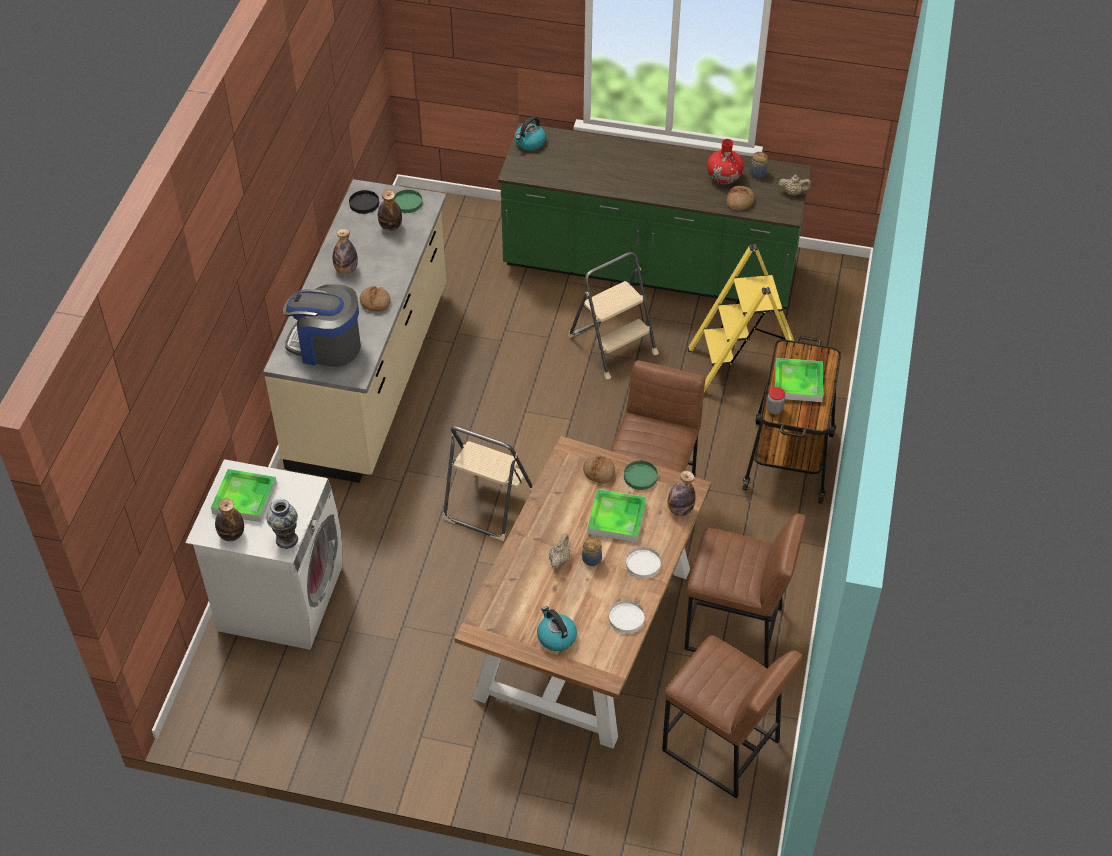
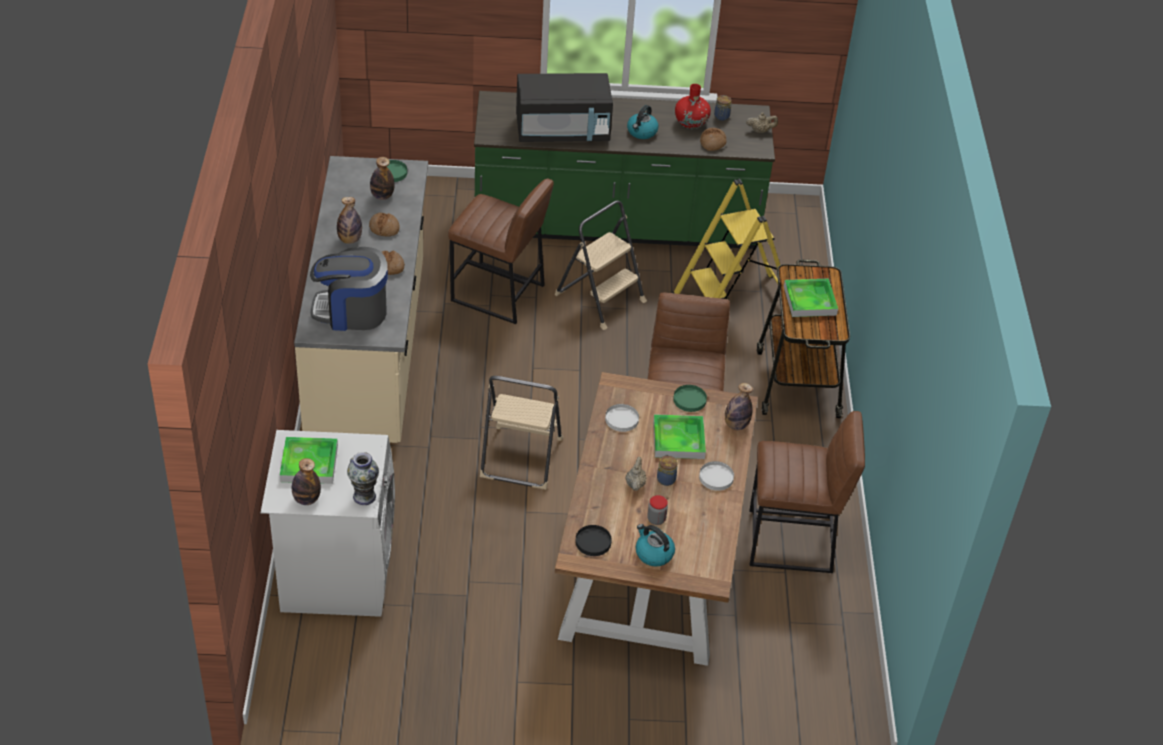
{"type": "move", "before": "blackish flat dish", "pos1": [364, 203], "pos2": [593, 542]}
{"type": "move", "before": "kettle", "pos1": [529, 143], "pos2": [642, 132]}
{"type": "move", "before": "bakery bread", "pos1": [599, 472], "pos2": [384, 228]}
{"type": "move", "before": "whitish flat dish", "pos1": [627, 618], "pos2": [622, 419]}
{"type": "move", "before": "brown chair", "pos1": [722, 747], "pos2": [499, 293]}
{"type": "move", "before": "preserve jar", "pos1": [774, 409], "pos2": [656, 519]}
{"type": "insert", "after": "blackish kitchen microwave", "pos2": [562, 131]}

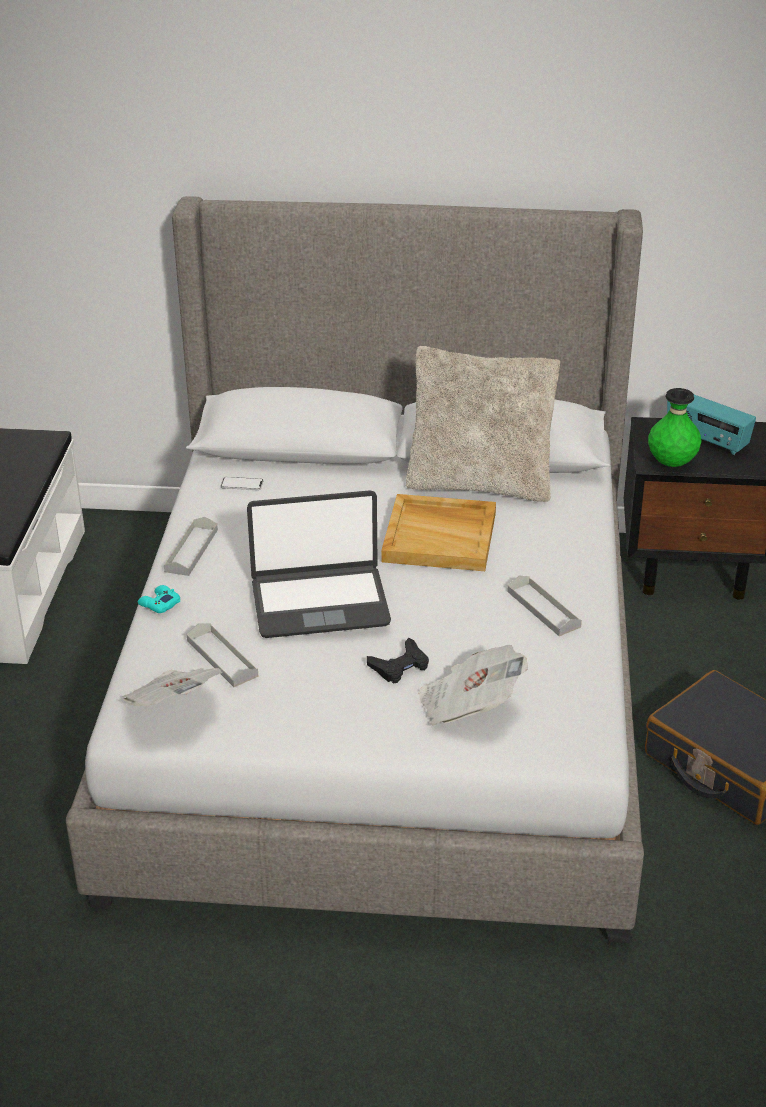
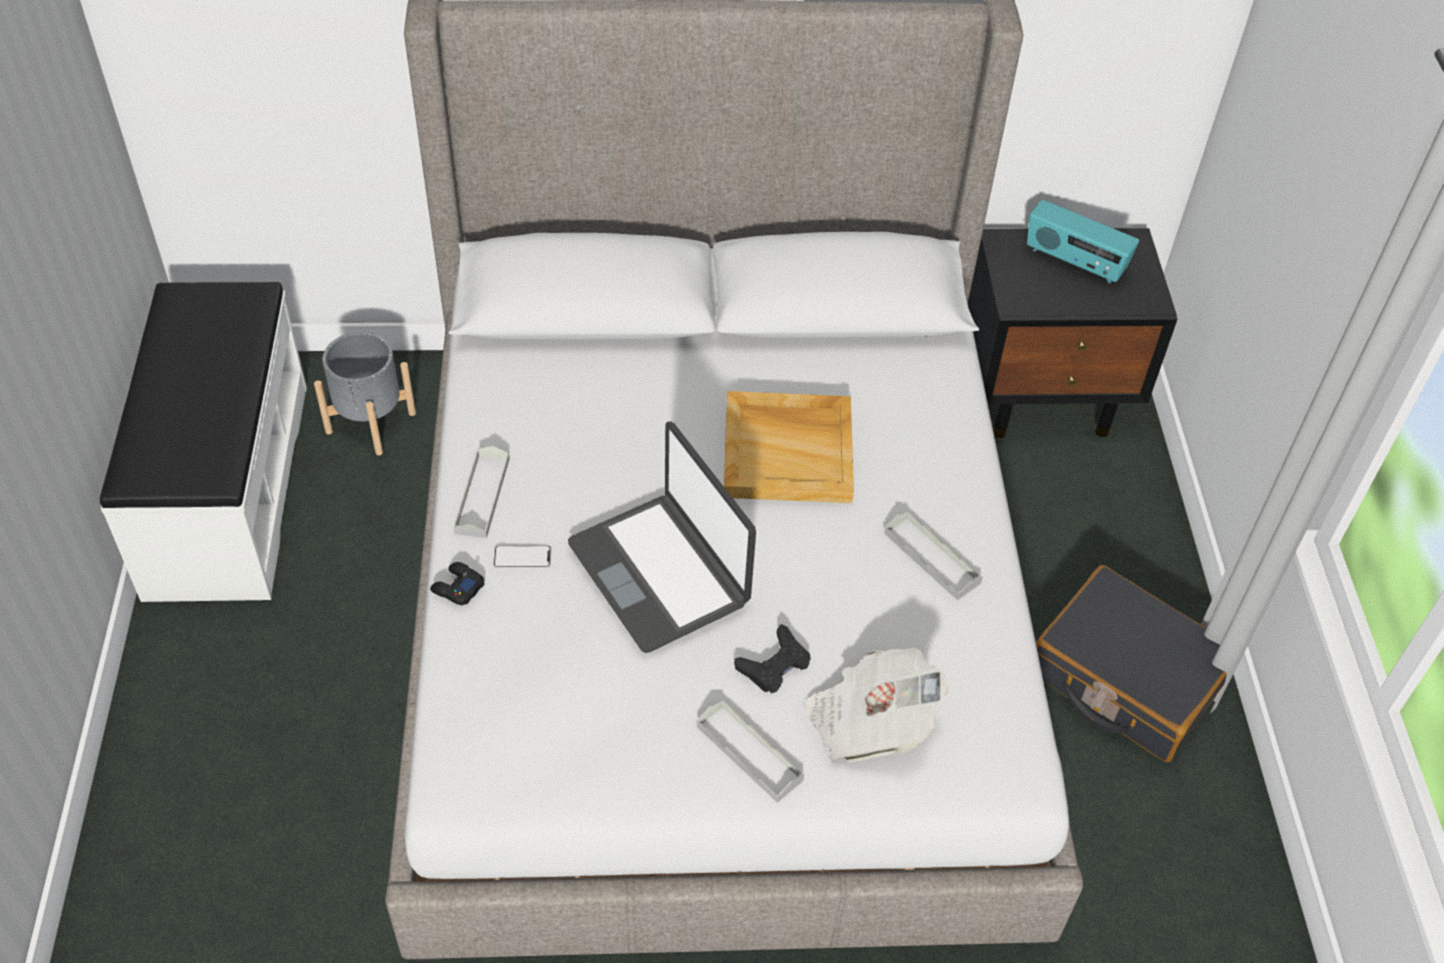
{"type": "delete", "before": "printed paper", "pos1": [173, 706]}
{"type": "recolor", "before": "turquoise-coloured joypad", "after": "blackish joypad", "pos1": [159, 604], "pos2": [457, 588]}
{"type": "move", "before": "greyish tray", "pos1": [222, 658], "pos2": [749, 753]}
{"type": "move", "before": "telephone", "pos1": [242, 484], "pos2": [522, 558]}
{"type": "rotate", "before": "laptop", "pos1": [320, 603], "pos2": [660, 573], "turn": 75}
{"type": "delete", "before": "sand-coloured throw pillow", "pos1": [481, 479]}
{"type": "delete", "before": "green-coloured decorative vase", "pos1": [671, 463]}
{"type": "insert", "after": "greyish flower pot", "pos2": [370, 422]}

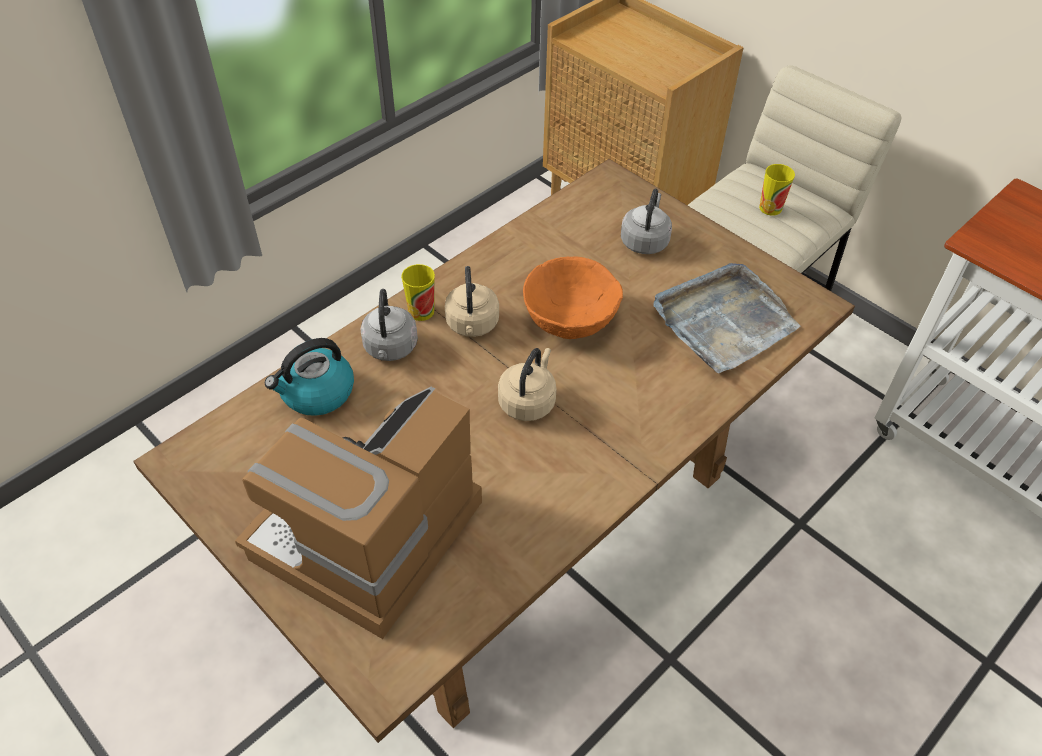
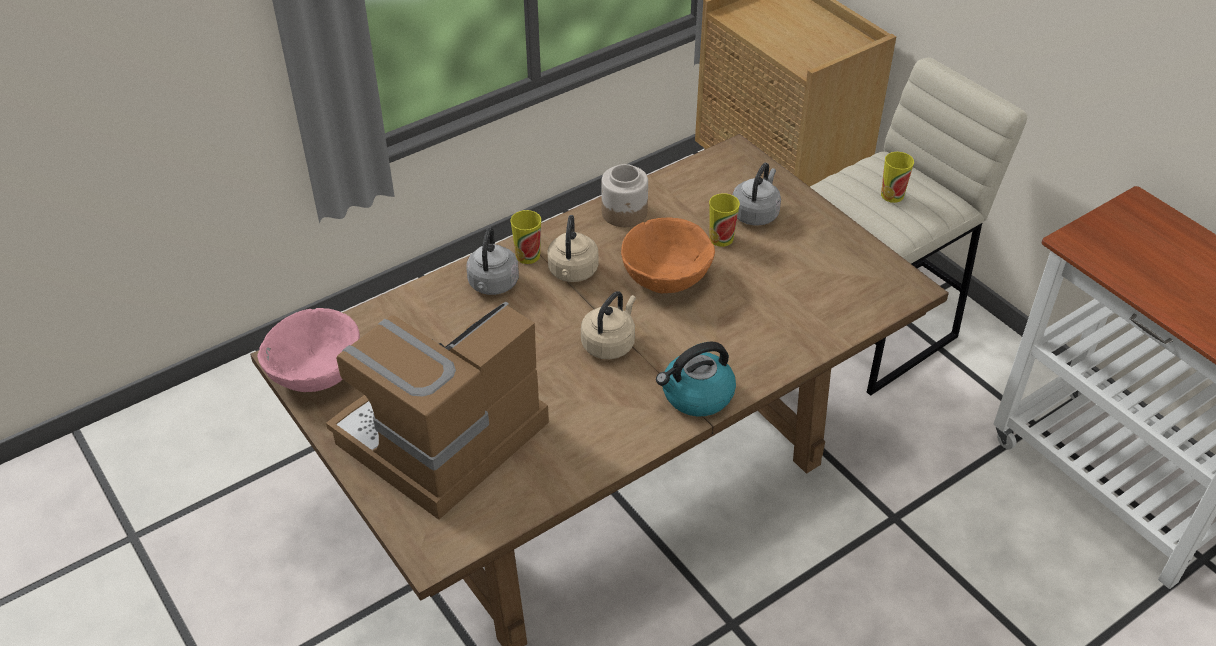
{"type": "move", "before": "kettle", "pos1": [316, 393], "pos2": [696, 395]}
{"type": "delete", "before": "greyish tray", "pos1": [723, 321]}
{"type": "insert", "after": "pink-coloured serving bowl", "pos2": [314, 371]}
{"type": "insert", "after": "preserve jar", "pos2": [625, 213]}
{"type": "insert", "after": "small cup", "pos2": [721, 238]}

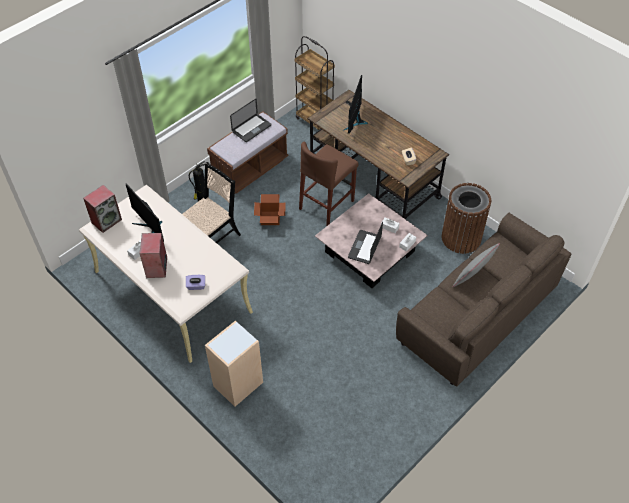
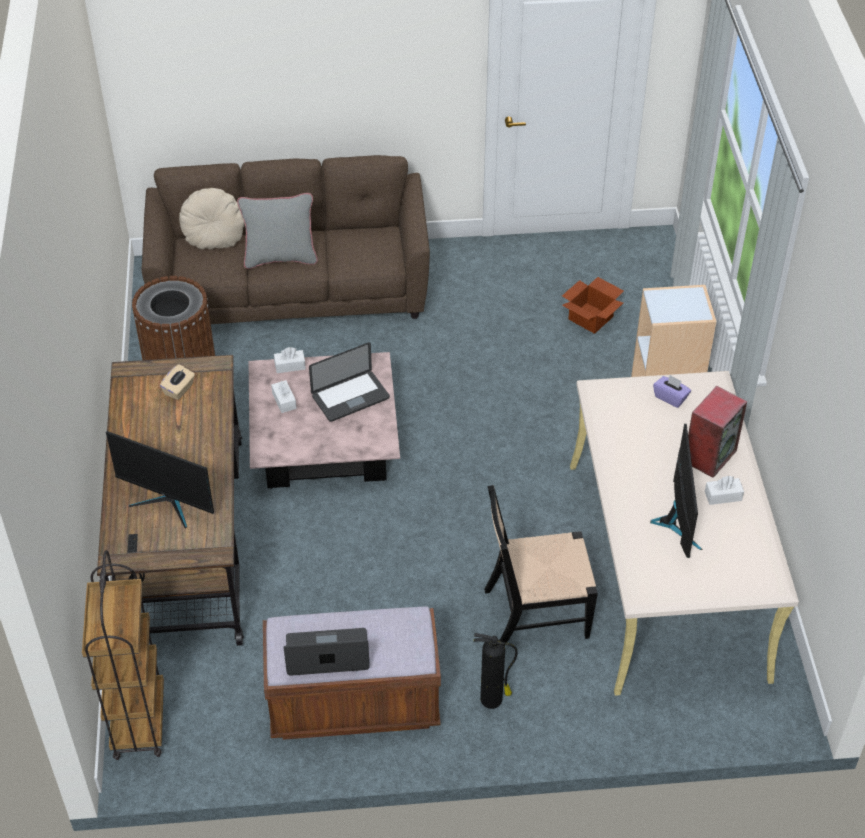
{"type": "delete", "before": "speaker", "pos1": [107, 221]}
{"type": "move", "before": "cardboard box", "pos1": [270, 218], "pos2": [592, 317]}
{"type": "delete", "before": "brown stool seat", "pos1": [326, 205]}
{"type": "rotate", "before": "computer display", "pos1": [355, 121], "pos2": [168, 503], "turn": 60}
{"type": "insert", "after": "sand-coloured throw pillow", "pos2": [215, 241]}

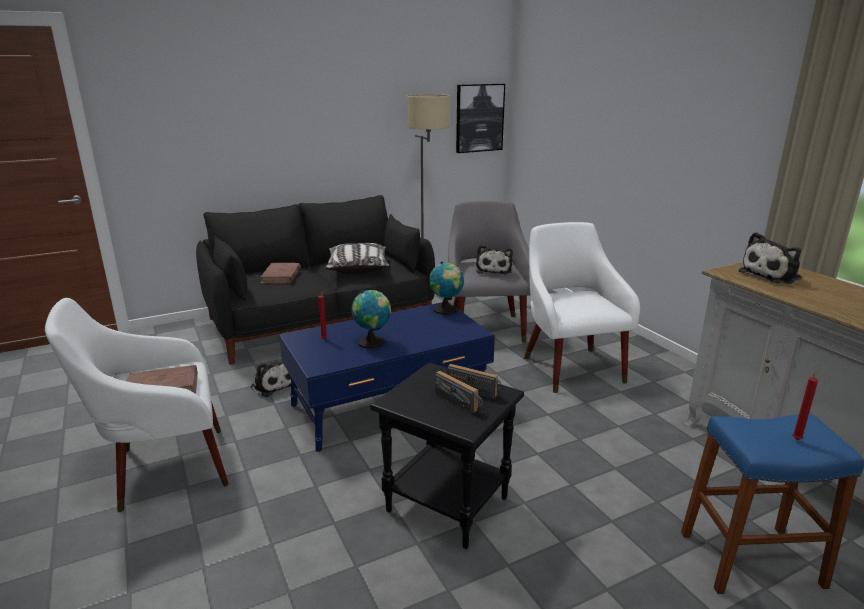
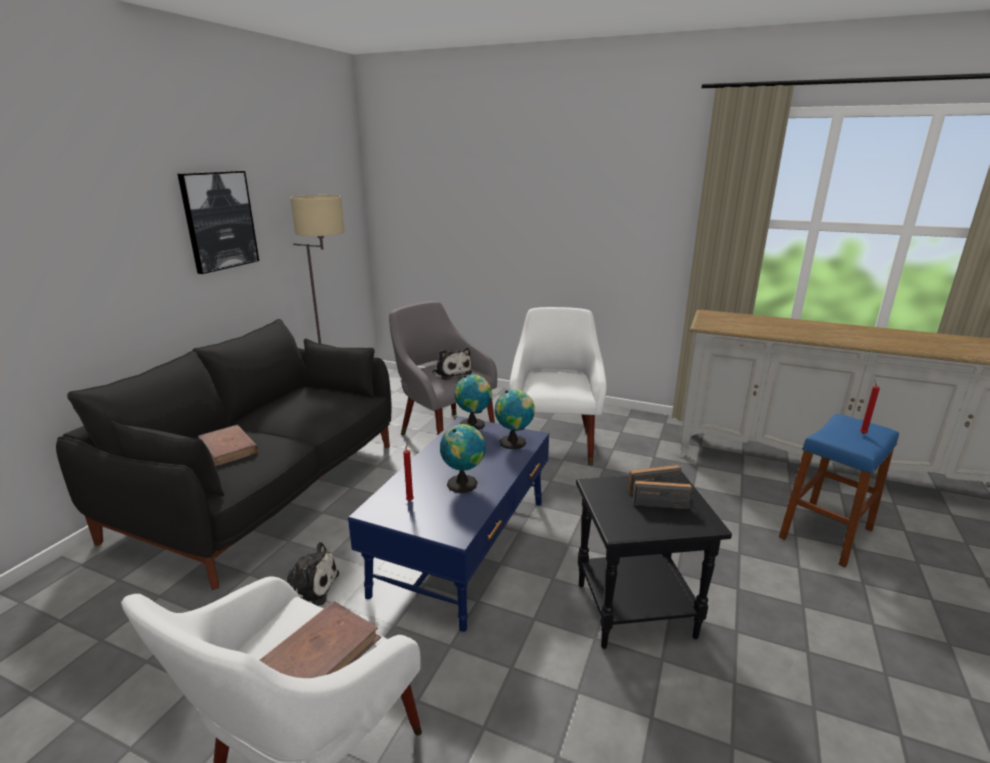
{"type": "delete", "before": "throw pillow", "pos1": [357, 268]}
{"type": "move", "before": "picture", "pos1": [479, 118], "pos2": [219, 220]}
{"type": "rotate", "before": "whitish lounge chair", "pos1": [570, 366], "pos2": [554, 442], "turn": 60}
{"type": "delete", "before": "plush toy", "pos1": [772, 275]}
{"type": "insert", "after": "world globe", "pos2": [514, 442]}

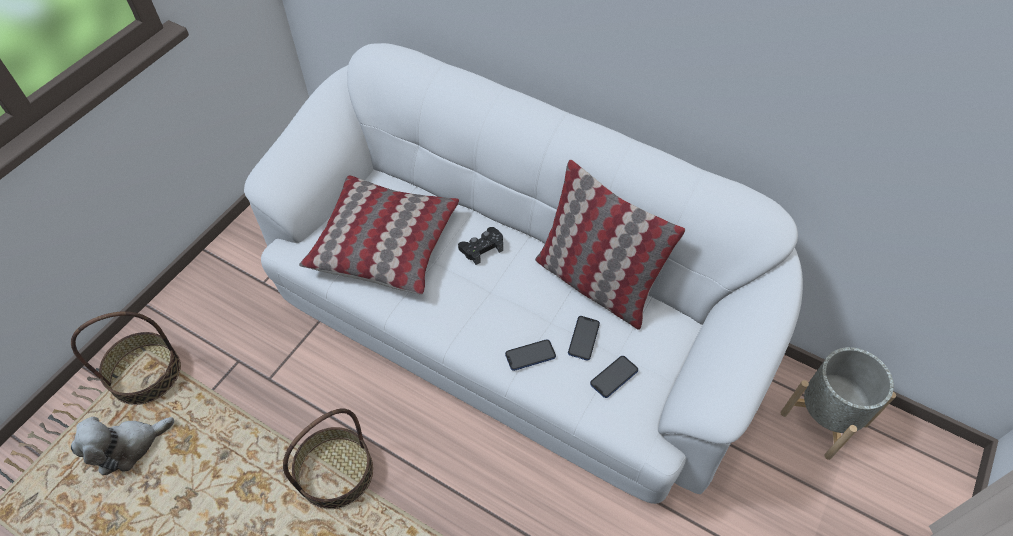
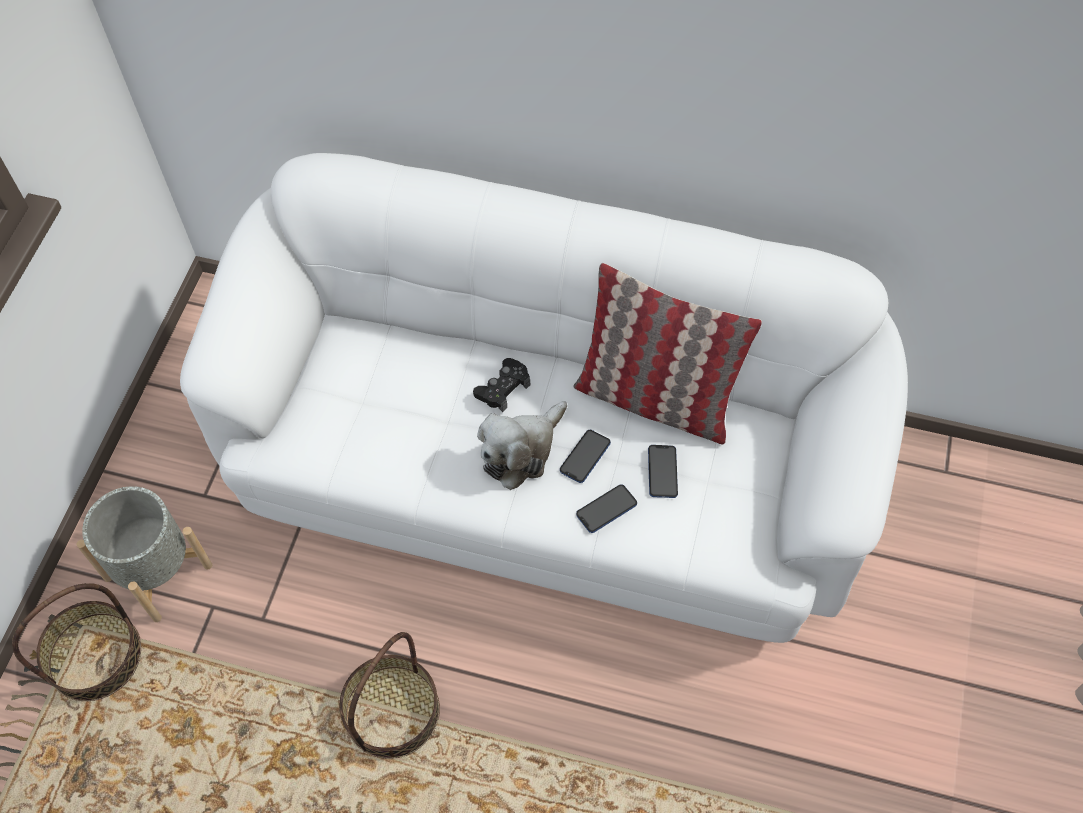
{"type": "move", "before": "plush toy", "pos1": [127, 447], "pos2": [521, 451]}
{"type": "delete", "before": "throw pillow", "pos1": [384, 244]}
{"type": "move", "before": "telephone", "pos1": [614, 377], "pos2": [585, 457]}
{"type": "move", "before": "greyish flower pot", "pos1": [823, 418], "pos2": [157, 571]}

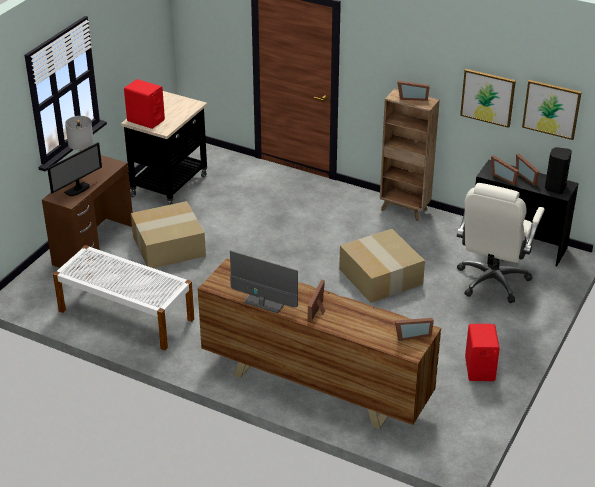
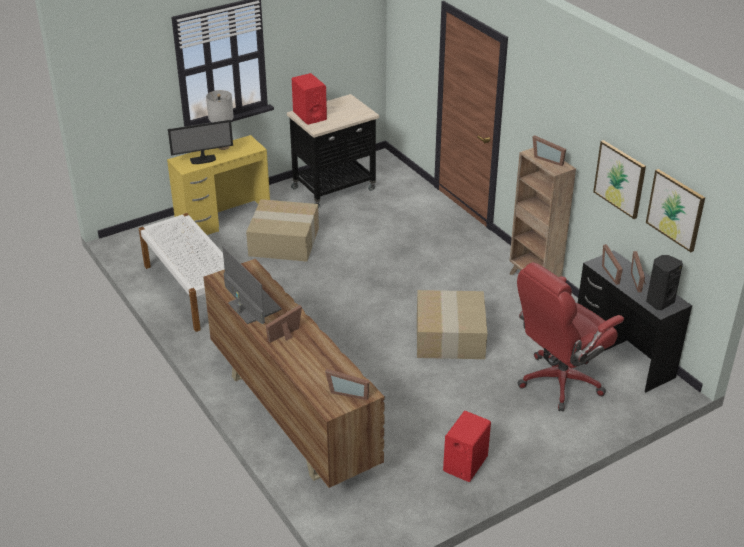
{"type": "recolor", "before": "brown desk", "after": "yellow-coloured desk", "pos1": [93, 245], "pos2": [223, 220]}
{"type": "recolor", "before": "whitish desk chair", "after": "red-coloured desk chair", "pos1": [492, 282], "pos2": [559, 382]}

